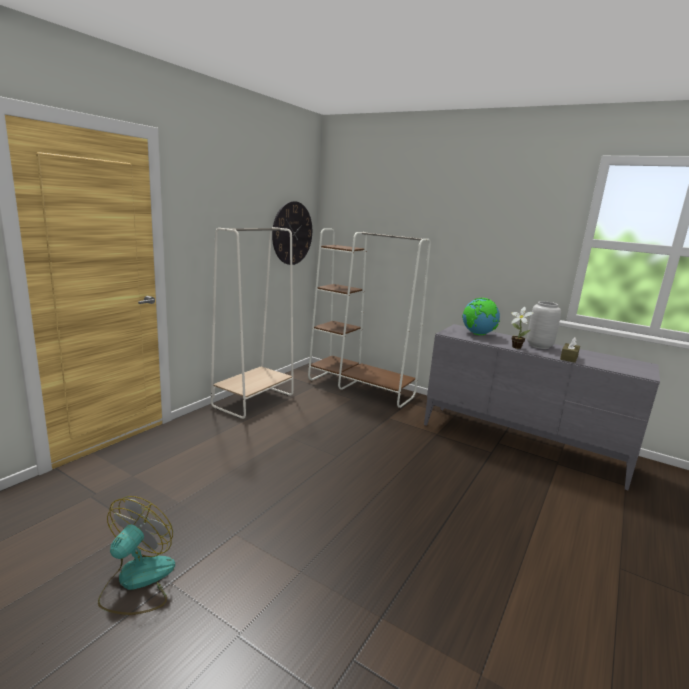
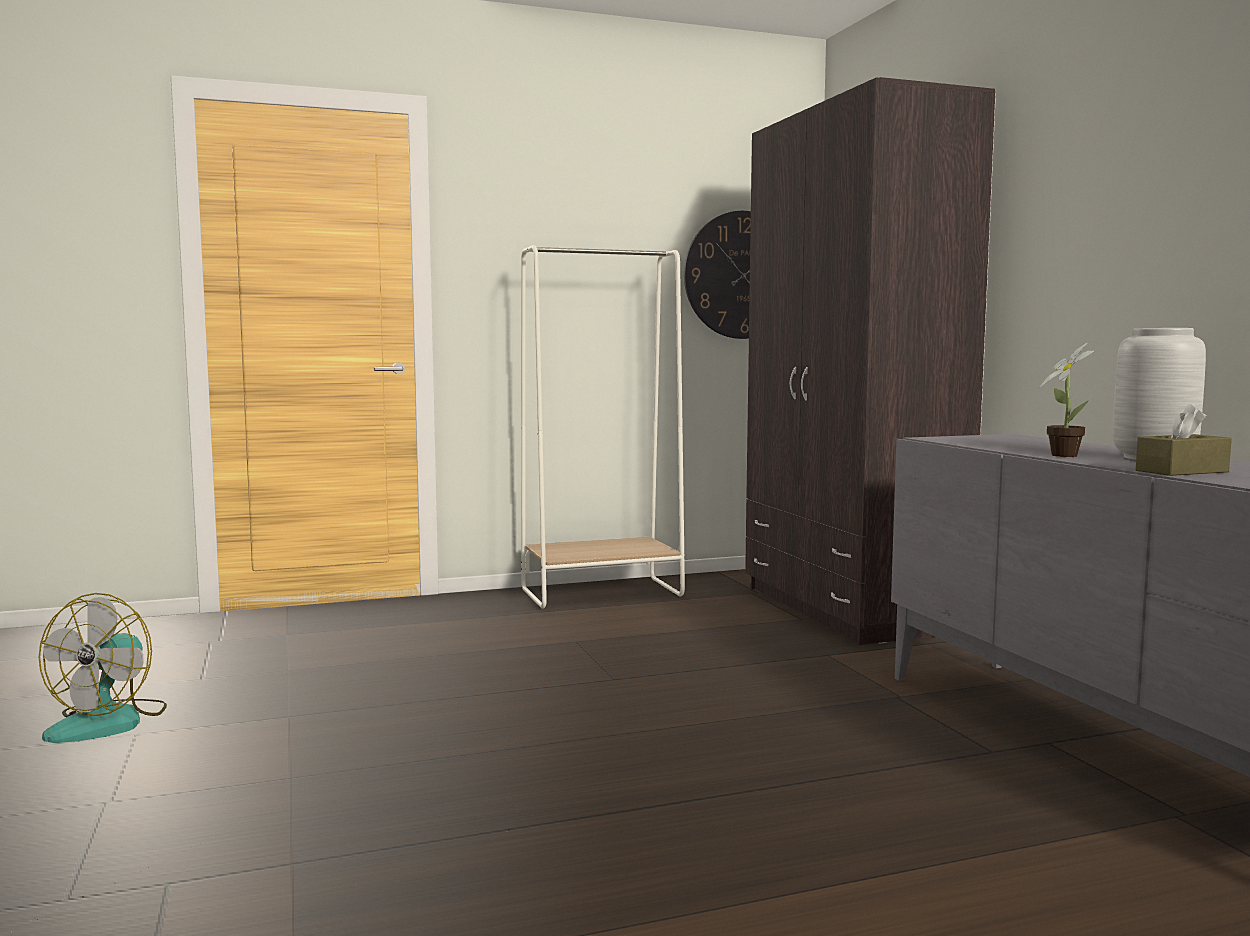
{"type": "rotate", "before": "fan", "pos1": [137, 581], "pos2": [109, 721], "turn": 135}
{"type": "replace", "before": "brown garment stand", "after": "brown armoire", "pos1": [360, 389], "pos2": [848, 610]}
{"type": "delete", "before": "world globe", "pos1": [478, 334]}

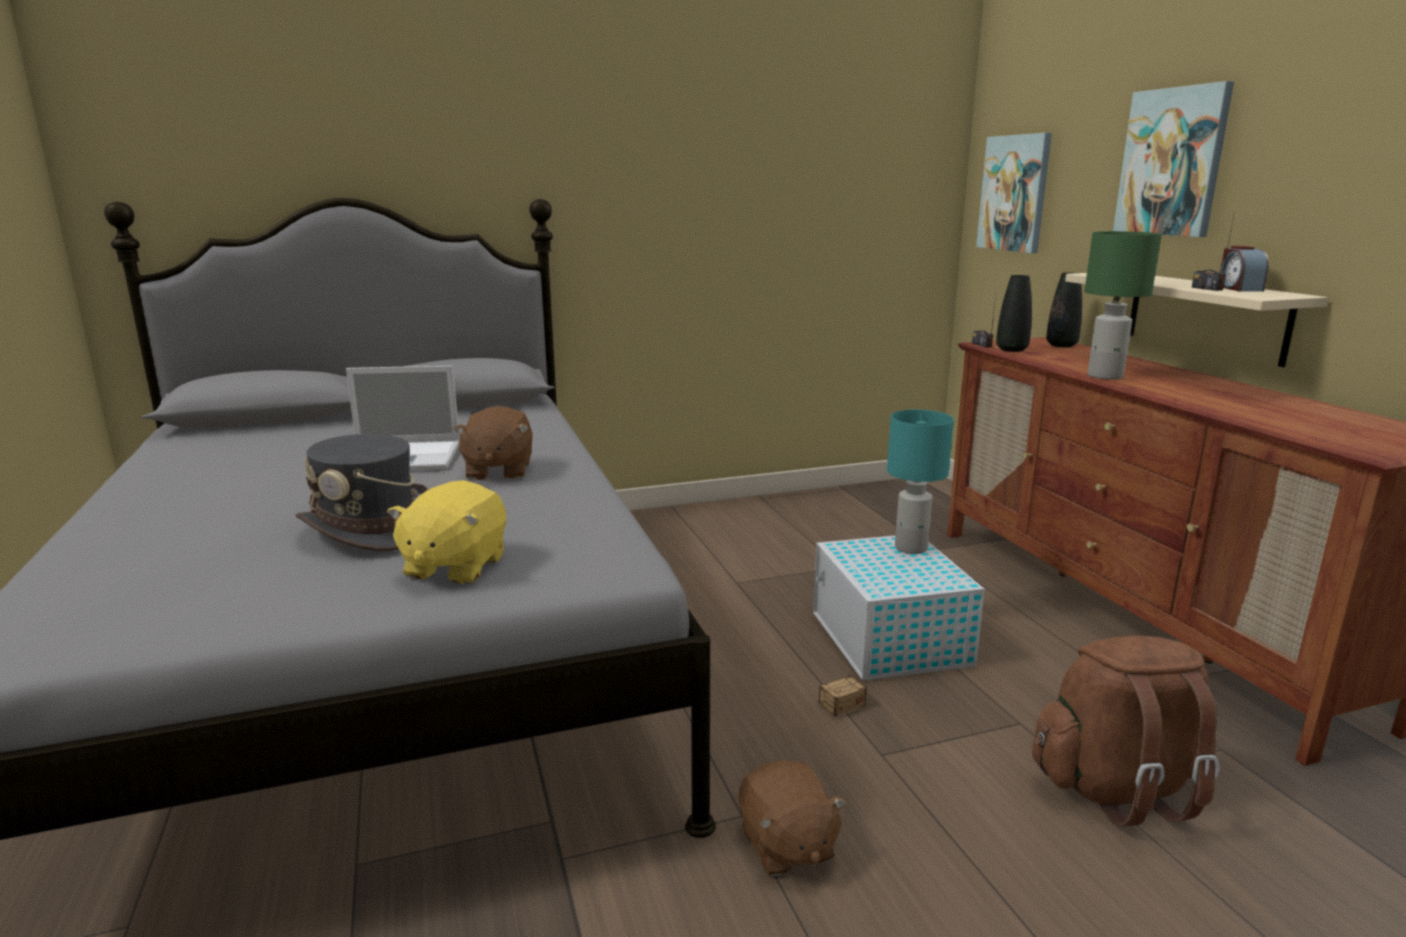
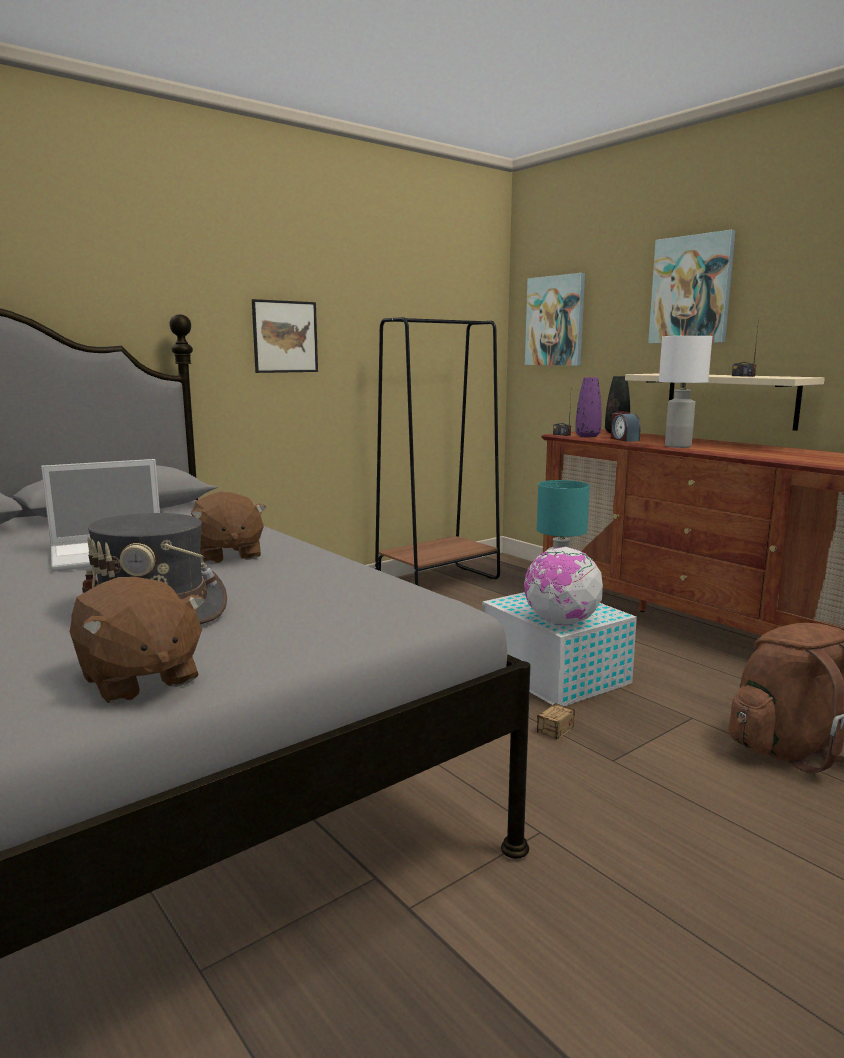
{"type": "delete", "before": "yellow-coloured plush toy", "pos1": [454, 567]}
{"type": "move", "before": "brown plush toy", "pos1": [786, 846], "pos2": [138, 679]}
{"type": "recolor", "before": "blackish decorative vase", "after": "purple decorative vase", "pos1": [1011, 349], "pos2": [587, 436]}
{"type": "recolor", "before": "green-coloured lamp for a table", "after": "whitish lamp for a table", "pos1": [1105, 376], "pos2": [678, 446]}
{"type": "move", "before": "table clock", "pos1": [1238, 288], "pos2": [623, 439]}
{"type": "insert", "after": "picture", "pos2": [285, 337]}
{"type": "insert", "after": "garment stand", "pos2": [438, 583]}
{"type": "insert", "after": "world globe", "pos2": [561, 622]}

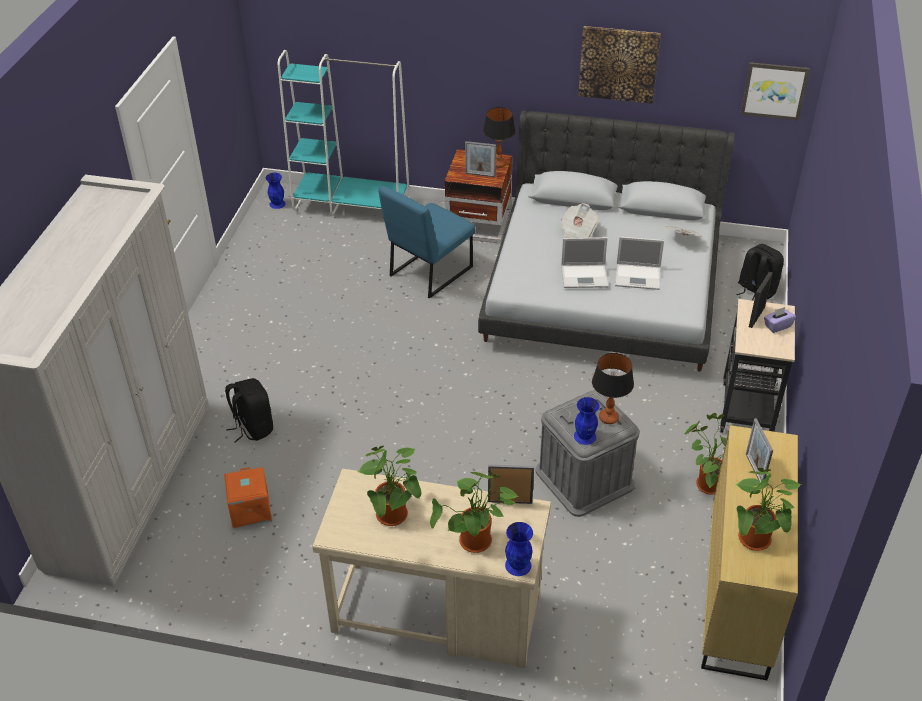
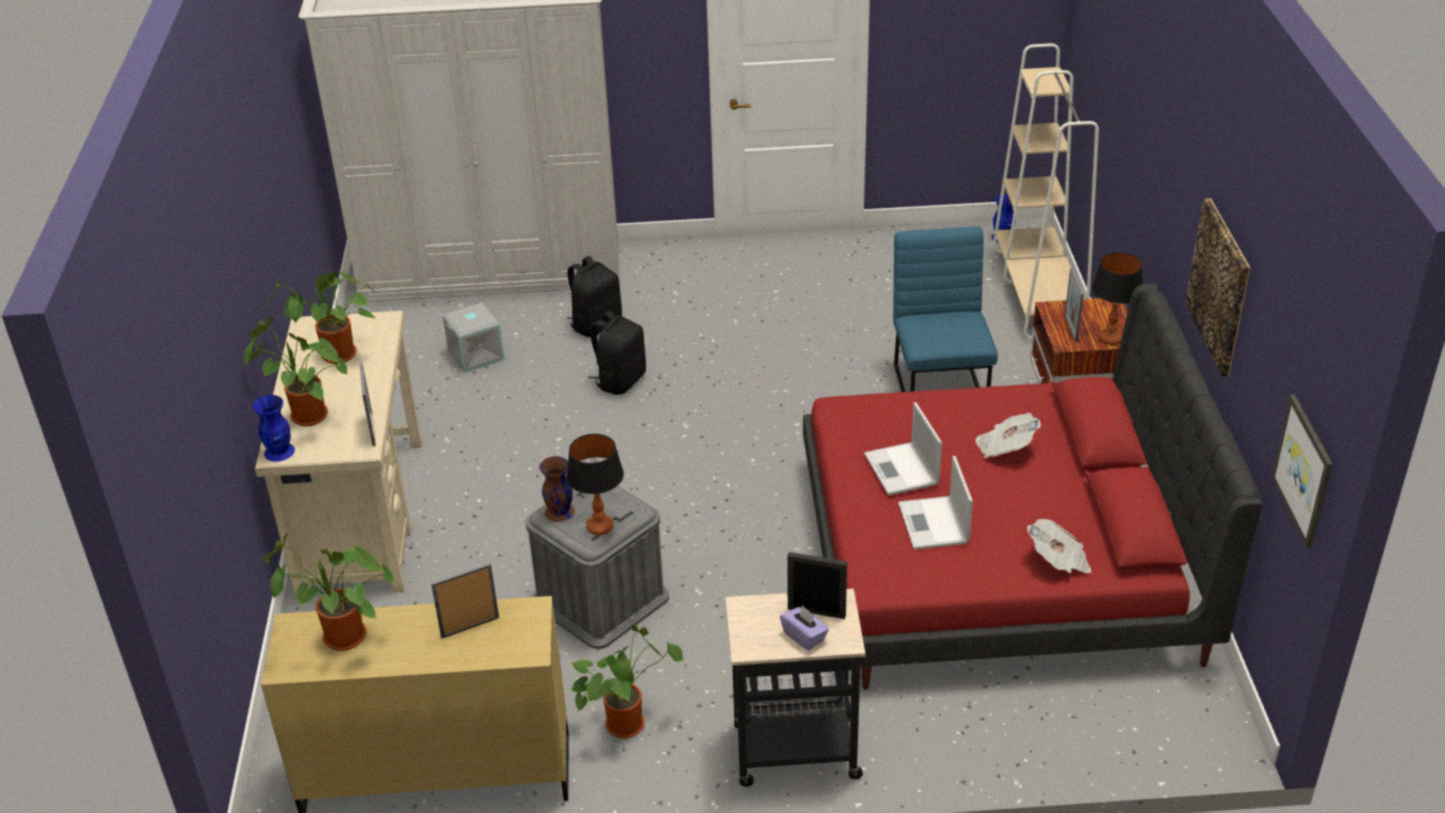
{"type": "recolor", "before": "orange storage container", "after": "greyish storage container", "pos1": [249, 510], "pos2": [476, 354]}
{"type": "recolor", "before": "turquoise-coloured garment stand", "after": "sand-coloured garment stand", "pos1": [352, 207], "pos2": [1038, 294]}
{"type": "rotate", "before": "blue chair", "pos1": [429, 272], "pos2": [940, 387], "turn": 60}
{"type": "recolor", "before": "greyish bedroom bed", "after": "red-coloured bedroom bed", "pos1": [603, 290], "pos2": [999, 557]}
{"type": "recolor", "before": "blue decorative vase", "after": "brown decorative vase", "pos1": [585, 436], "pos2": [559, 512]}
{"type": "move", "before": "blackish rucksack", "pos1": [755, 290], "pos2": [620, 380]}

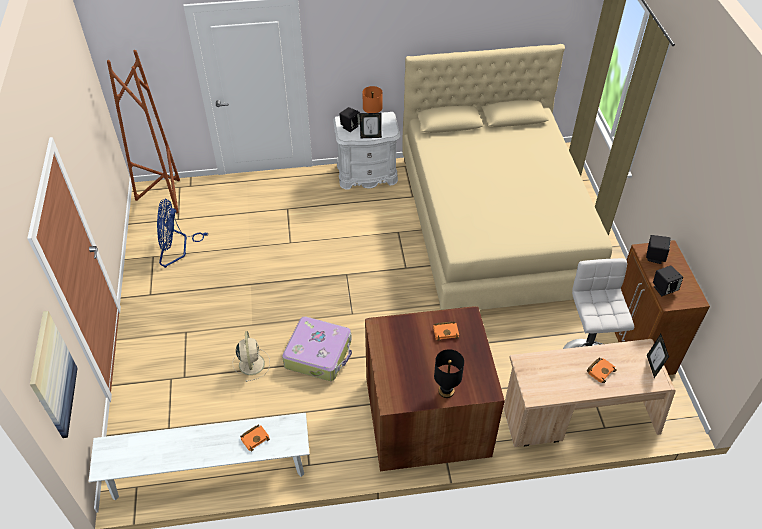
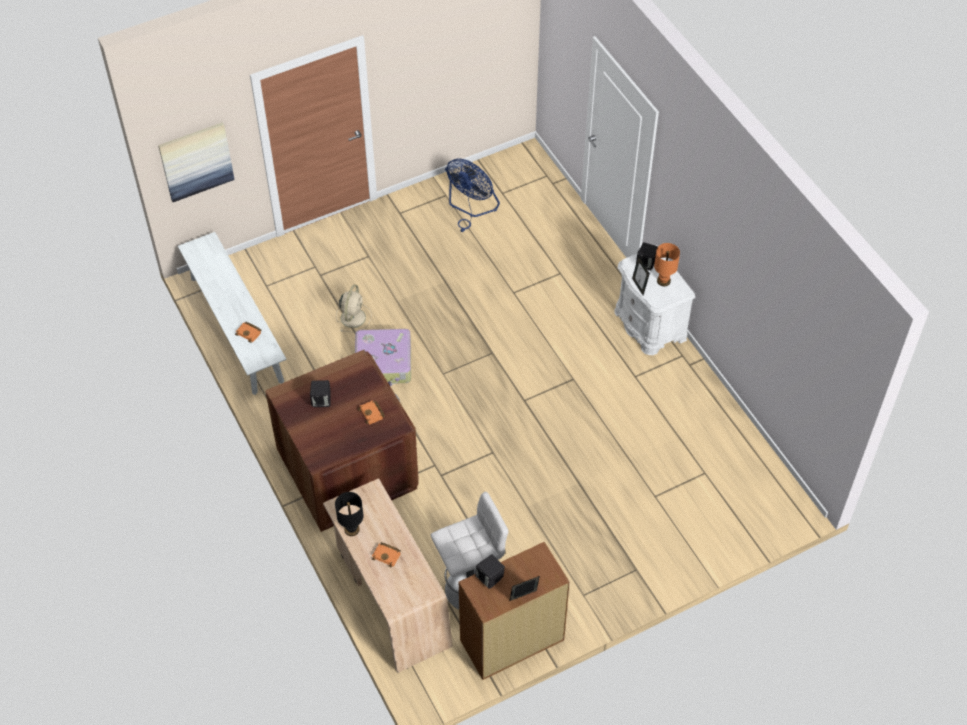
{"type": "delete", "before": "brown garment stand", "pos1": [164, 197]}
{"type": "rotate", "before": "blue fan", "pos1": [177, 245], "pos2": [468, 207], "turn": 60}
{"type": "rotate", "before": "sand-coloured fan", "pos1": [251, 363], "pos2": [353, 317], "turn": -45}
{"type": "delete", "before": "sand-coloured bedroom bed", "pos1": [496, 224]}
{"type": "move", "before": "blackish lamp for a table", "pos1": [446, 390], "pos2": [352, 529]}
{"type": "move", "before": "blackish speaker", "pos1": [654, 257], "pos2": [321, 401]}
{"type": "move", "before": "picture frame", "pos1": [652, 366], "pos2": [524, 598]}

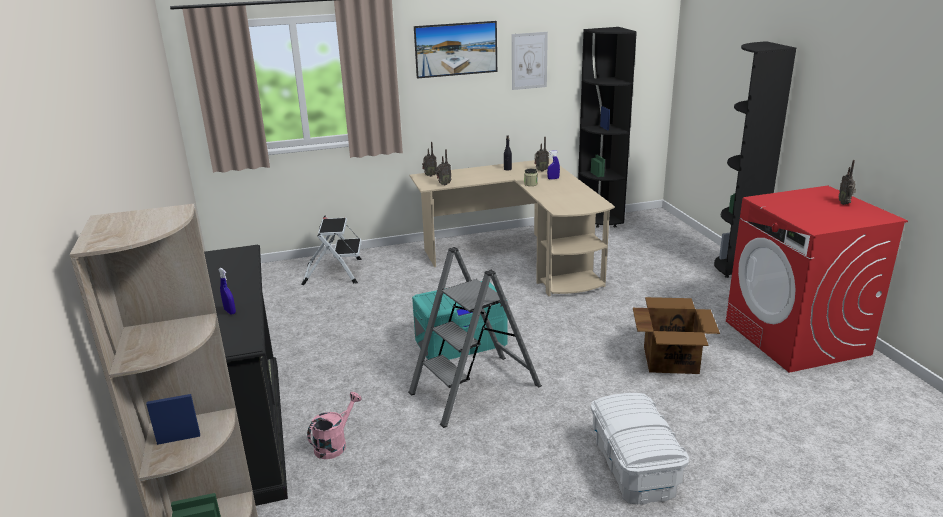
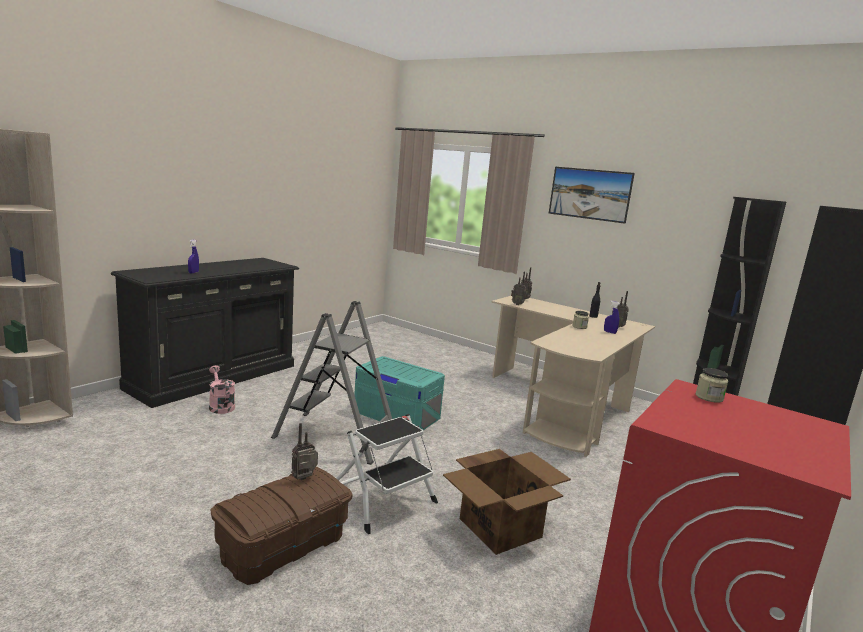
{"type": "move", "before": "stepladder", "pos1": [334, 272], "pos2": [380, 498]}
{"type": "rotate", "before": "pink-coloured watering pot", "pos1": [334, 444], "pos2": [220, 406], "turn": -120}
{"type": "delete", "before": "picture", "pos1": [529, 61]}
{"type": "recolor", "before": "whitish storage container", "after": "brown storage container", "pos1": [634, 466], "pos2": [283, 546]}
{"type": "move", "before": "radio set", "pos1": [844, 203], "pos2": [305, 479]}
{"type": "insert", "after": "preserve jar", "pos2": [709, 397]}

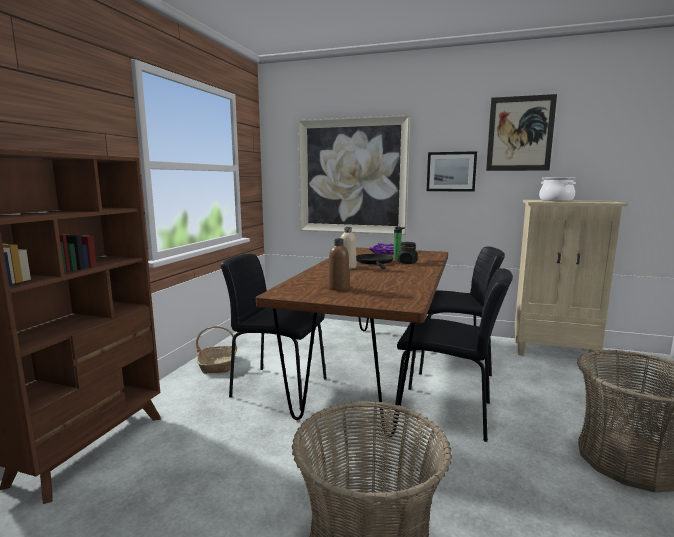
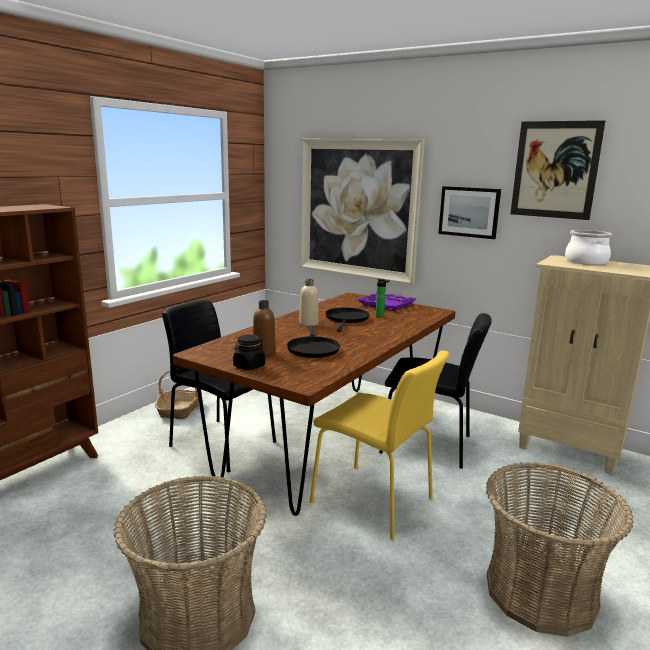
{"type": "recolor", "before": "blackish chair", "after": "yellow-coloured chair", "pos1": [447, 413], "pos2": [375, 502]}
{"type": "move", "before": "blackish preserve jar", "pos1": [407, 262], "pos2": [249, 366]}
{"type": "insert", "after": "blackish pan", "pos2": [312, 349]}

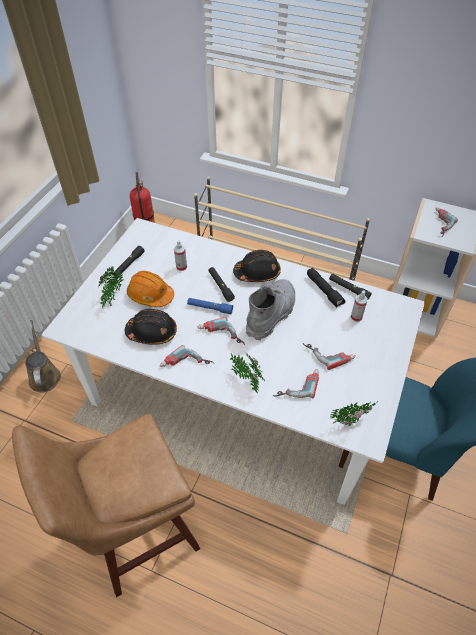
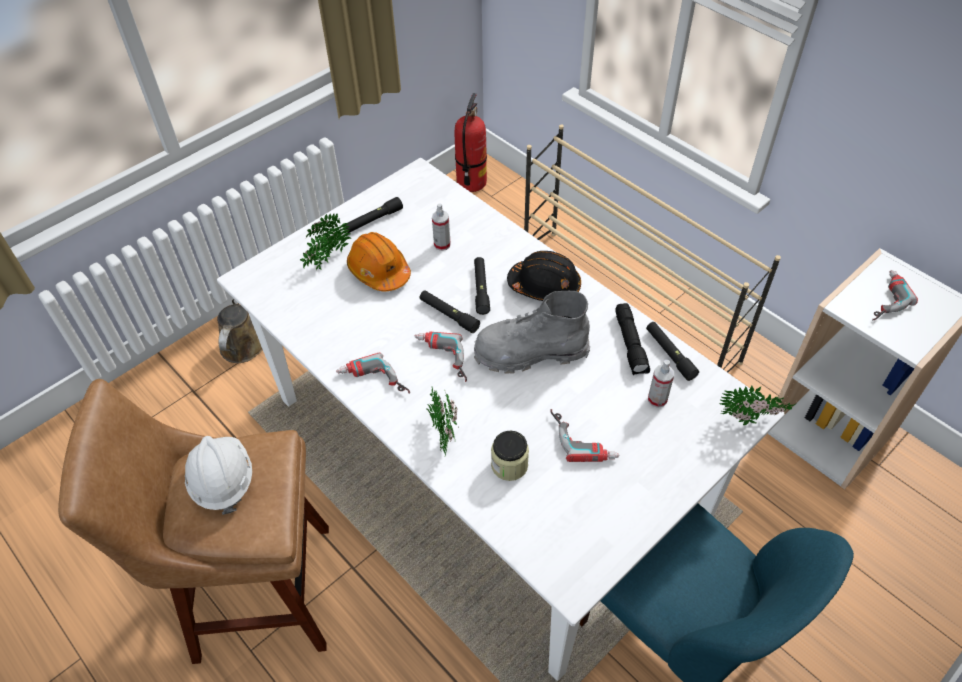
{"type": "delete", "before": "blackish safety helmet", "pos1": [152, 332]}
{"type": "recolor", "before": "blue flashlight", "after": "blackish flashlight", "pos1": [210, 308], "pos2": [449, 315]}
{"type": "rotate", "before": "greyish high-top boot", "pos1": [271, 314], "pos2": [530, 352], "turn": -150}
{"type": "replace", "before": "power drill", "after": "preserve jar", "pos1": [296, 384], "pos2": [509, 465]}
{"type": "move", "before": "potted plant", "pos1": [352, 421], "pos2": [751, 422]}
{"type": "insert", "after": "whitish safety helmet", "pos2": [222, 481]}

